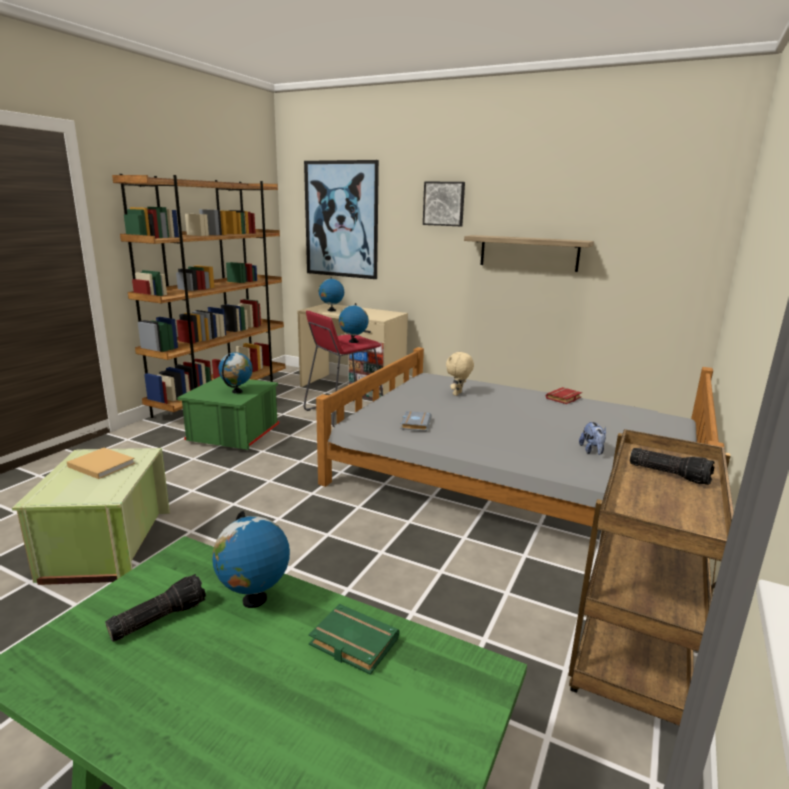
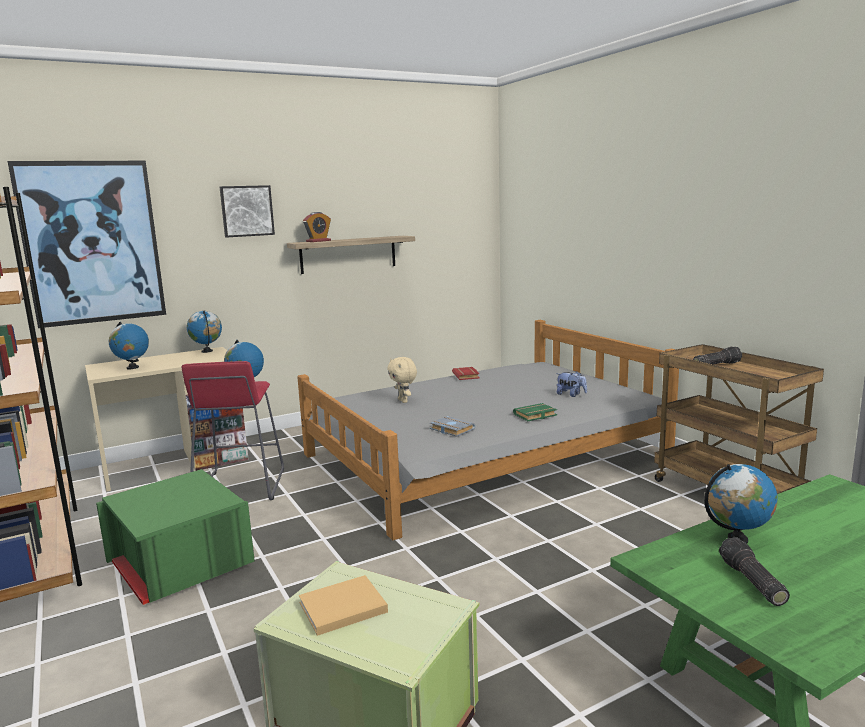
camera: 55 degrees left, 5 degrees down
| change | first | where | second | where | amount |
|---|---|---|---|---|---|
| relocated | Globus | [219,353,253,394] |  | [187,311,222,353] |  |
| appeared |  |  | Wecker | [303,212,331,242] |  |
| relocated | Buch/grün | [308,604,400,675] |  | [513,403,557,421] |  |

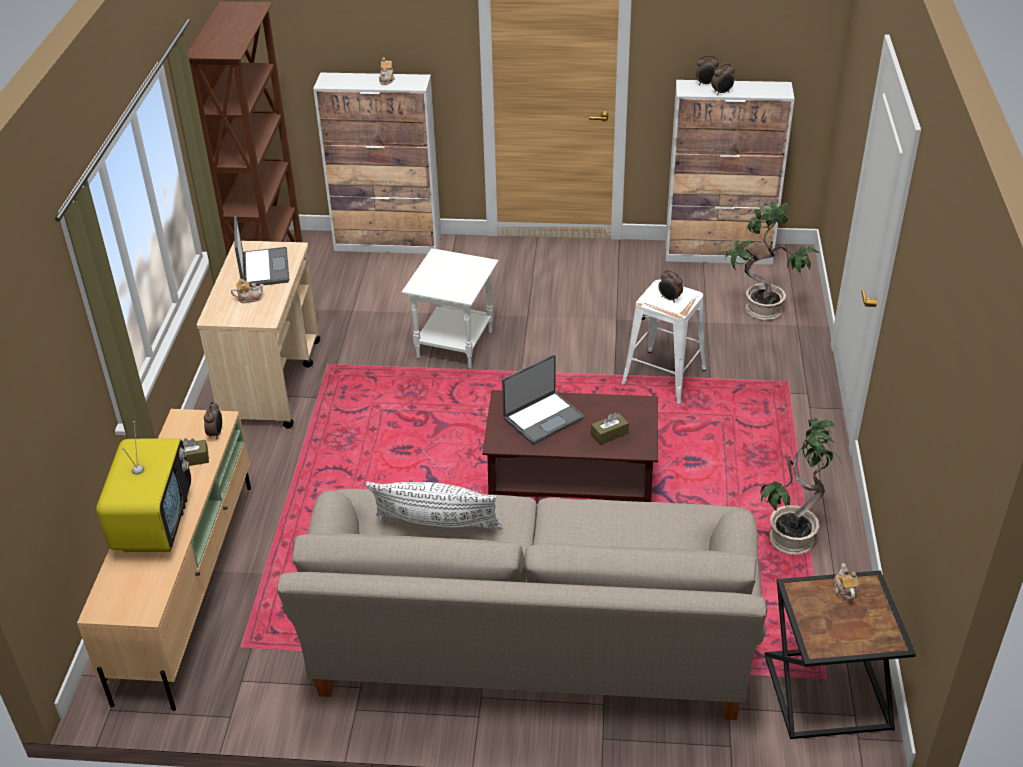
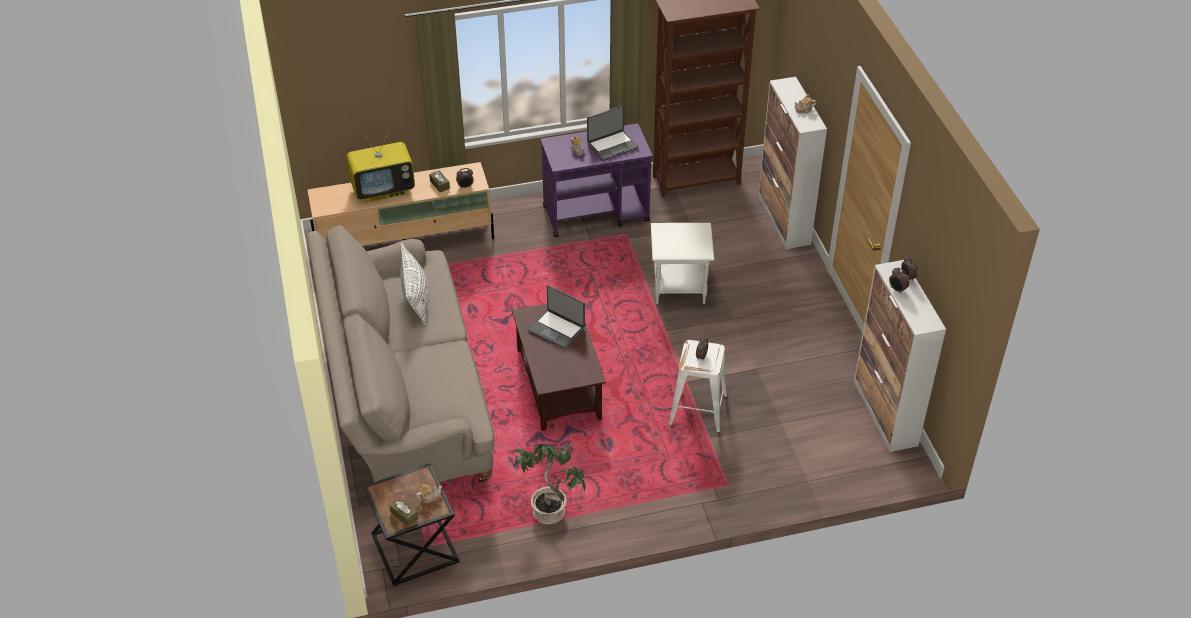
camera: 70 degrees right, 5 degrees up
| change | first | where | second | where | amount |
|---|---|---|---|---|---|
| relocated | Taschentuchbox/braun | [591,413,629,445] |  | [389,497,419,526] |  |
| colour | Rollwagen/beige | [197,241,320,428] | Rollwagen/lila | [541,124,653,237] |  |
| missing | Topfpflanze | [725,202,819,321] |  |  |  |

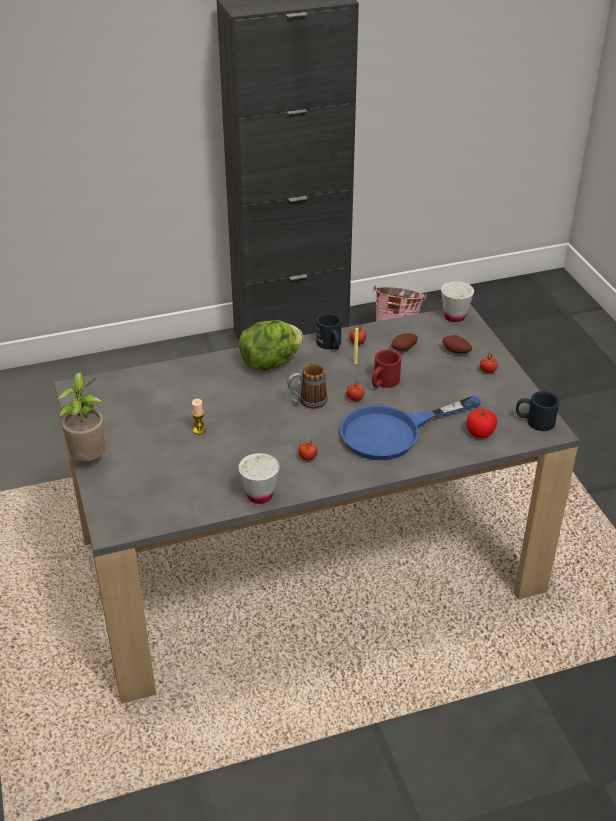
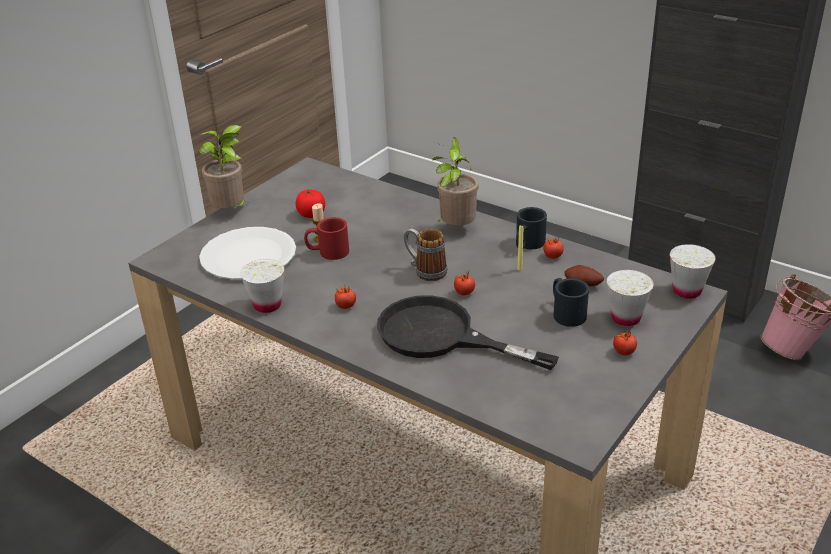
camera: 55 degrees right, 5 degrees down
| change | first | where | second | where | amount |
|---|---|---|---|---|---|
| appeared |  |  | Teller/weiß | [199,227,296,280] |  |
| relocated | Tomate | [466,409,497,438] |  | [295,190,325,218] |  |
| relocated | Henkelbecher/rot | [372,349,402,388] |  | [304,217,349,260] |  |
| colour | Pfanne/blau | [340,396,481,460] | Pfanne/schwarz | [377,295,559,370] |  |
| exchanged | Salatkopf | [239,320,304,371] | Topfpflanze | [432,137,478,226] |  |
| relocated | Henkelbecher/schwarz | [516,391,560,431] |  | [553,278,589,327] |  |
| exchanged | Kartoffel | [443,335,472,354] | Tasse/weiß | [607,270,654,326] |  |

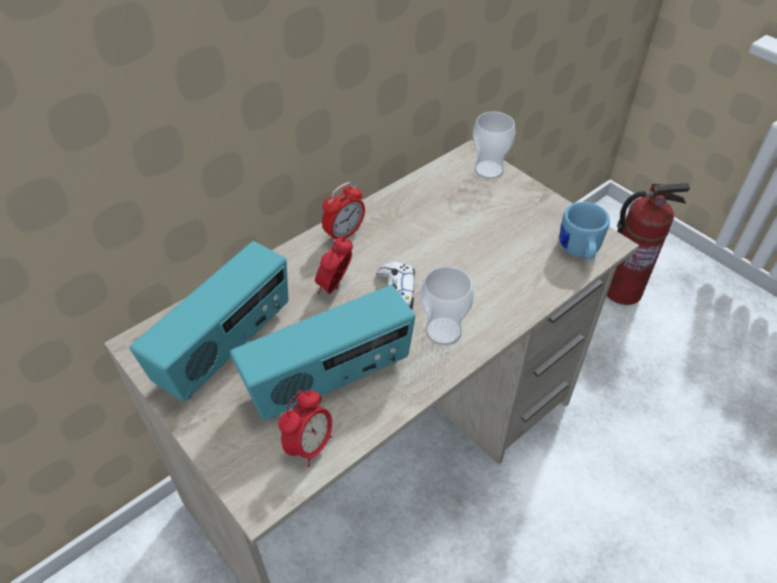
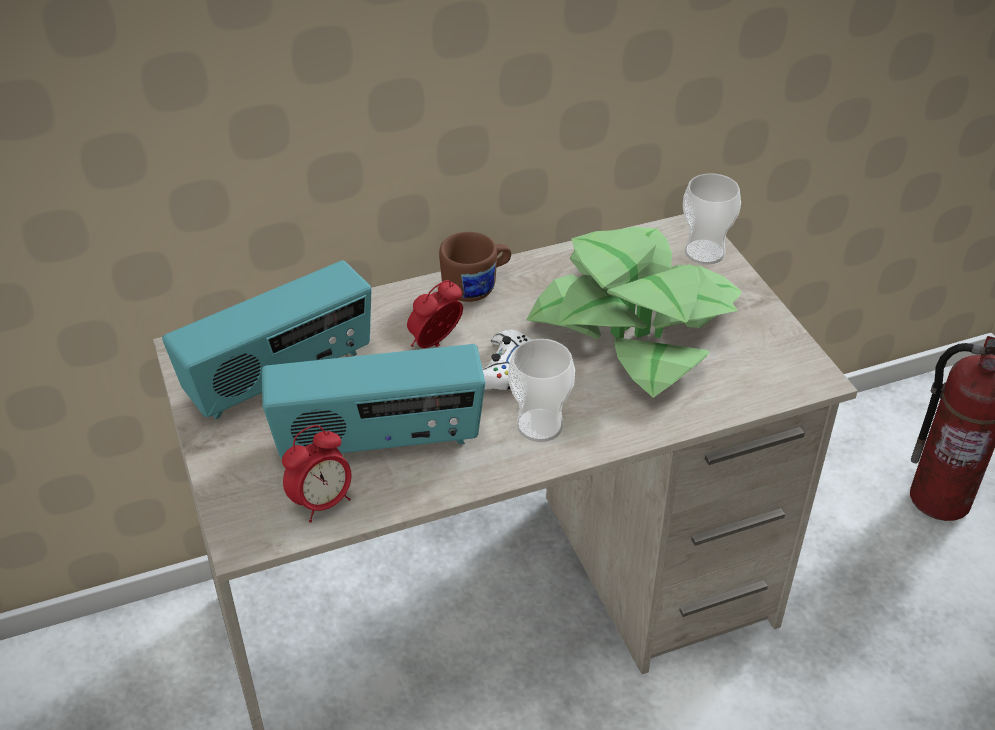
camera: 20 degrees right, 5 degrees down
| change | first | where | second | where | amount |
|---|---|---|---|---|---|
| exchanged | Wecker | [322,182,365,240] | Henkelbecher/braun | [439,232,511,302] |  |
| appeared |  |  | Topfpflanze | [526,227,742,398] |  |
| missing | Henkelbecher/blau | [559,202,610,260] |  |  |  |

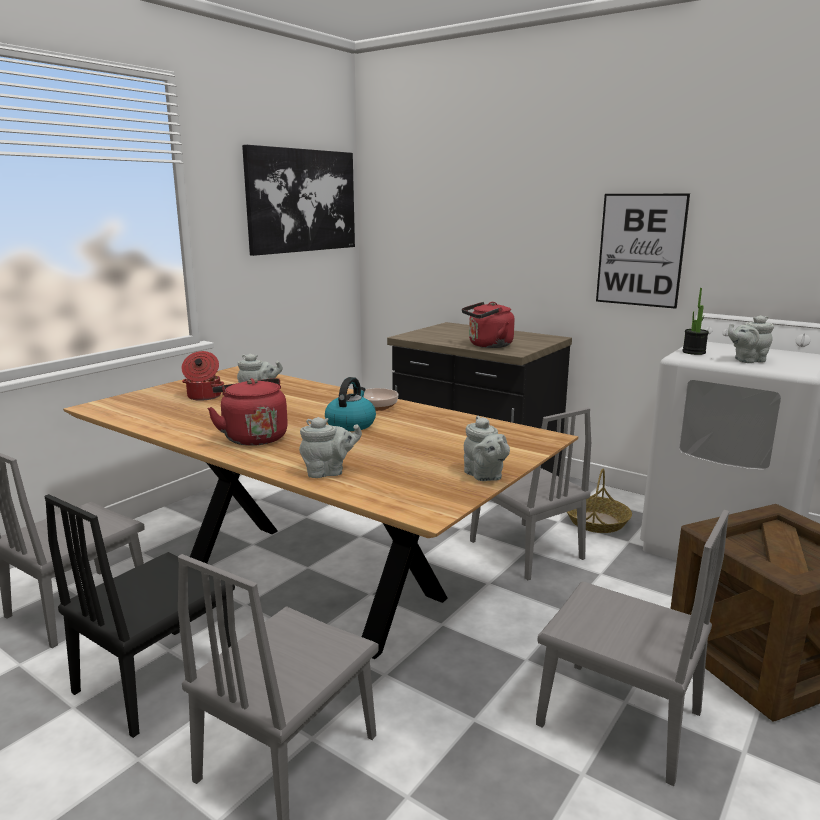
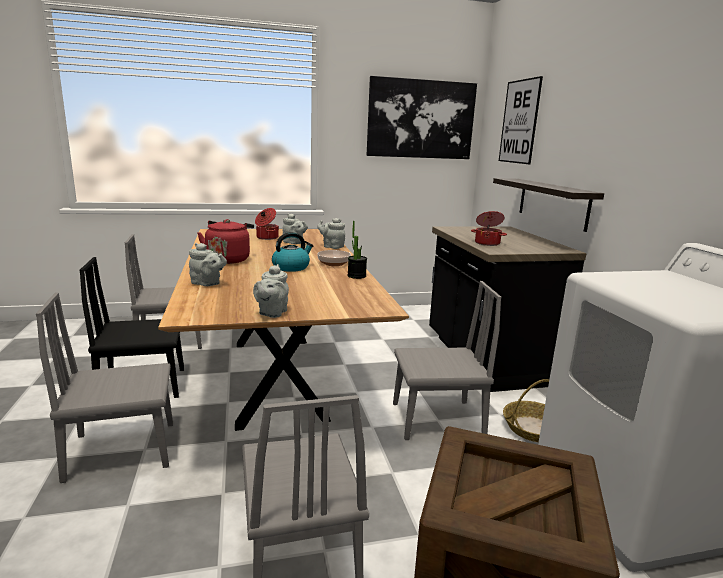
camera: 40 degrees right, 0 degrees up
| change | first | where | second | where | amount |
|---|---|---|---|---|---|
| relocated | Teekanne/grau | [728,315,774,363] |  | [317,218,345,249] |  |
| relocated | Topfpflanze | [682,288,709,355] |  | [348,221,367,279] |  |
| spun | Stuhl/grau | [470,407,591,580] |  | [393,281,501,440] | 105 degrees counterclockwise |
| exchanged | Wasserkessel/rot | [462,302,515,348] | Kochtopf | [471,211,507,246] |  |
| appeared |  |  | Wandregal | [493,178,604,232] |  |
| relocated | Bild | [596,194,690,309] |  | [499,76,543,164] |  |

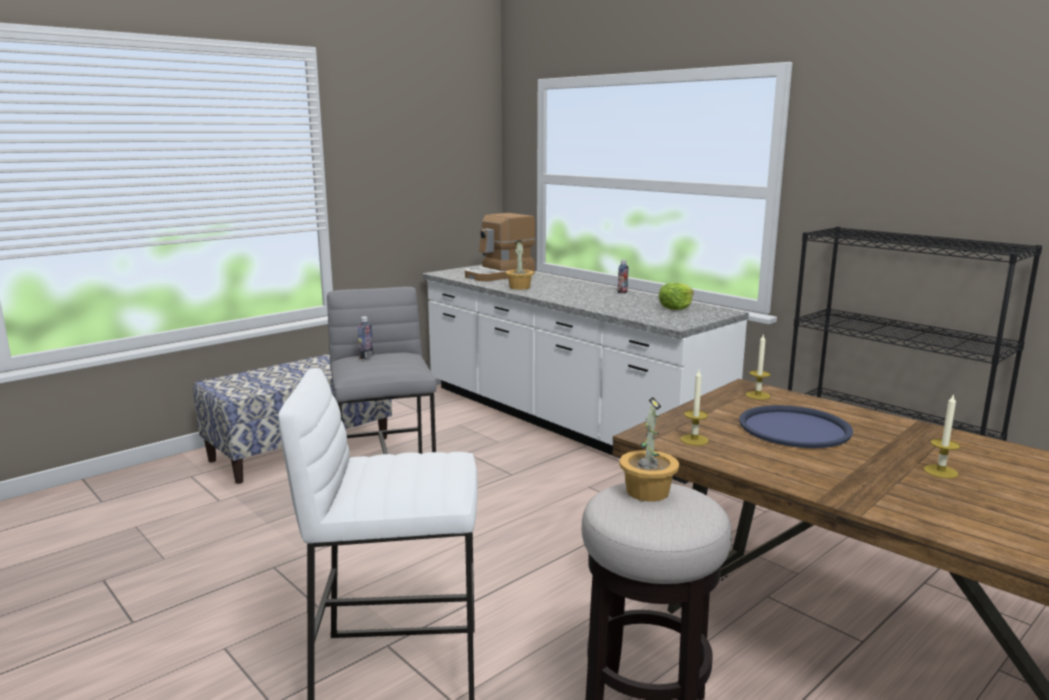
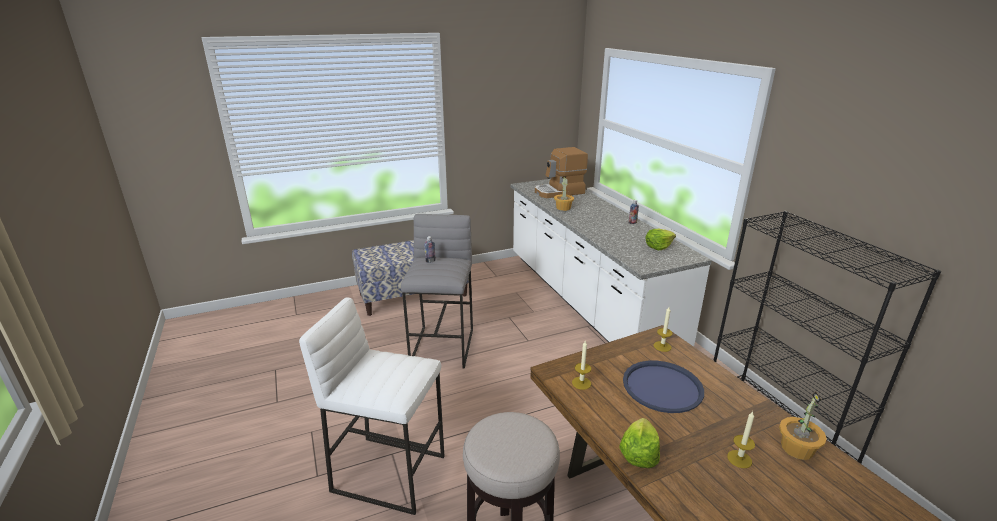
camera: 20 degrees right, 10 degrees up
| change | first | where | second | where | amount |
|---|---|---|---|---|---|
| appeared |  |  | Salatkopf | [619,418,660,468] |  |
| relocated | Topfpflanze | [619,397,679,502] |  | [779,392,827,460] |  |

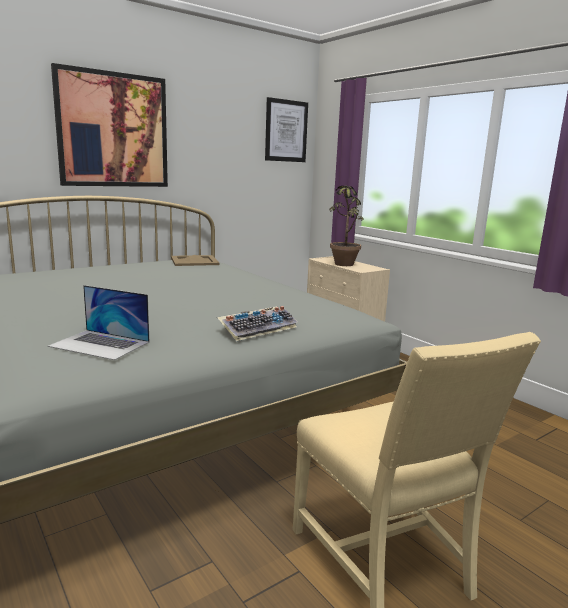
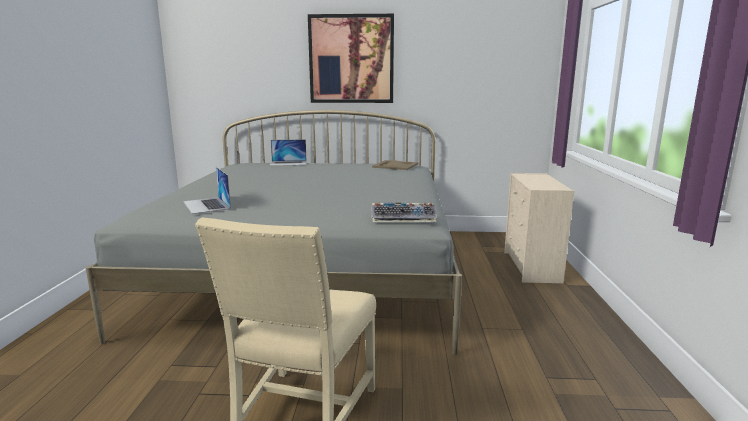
camera: 40 degrees right, 0 degrees up
| change | first | where | second | where | amount |
|---|---|---|---|---|---|
| appeared |  |  | Laptop | [269,139,306,166] |  |
| relocated | Tastatur | [217,306,298,341] |  | [371,202,437,222] |  |
| missing | Bild | [265,97,308,162] |  |  |  |
| missing | Topfpflanze | [330,185,364,266] |  |  |  |

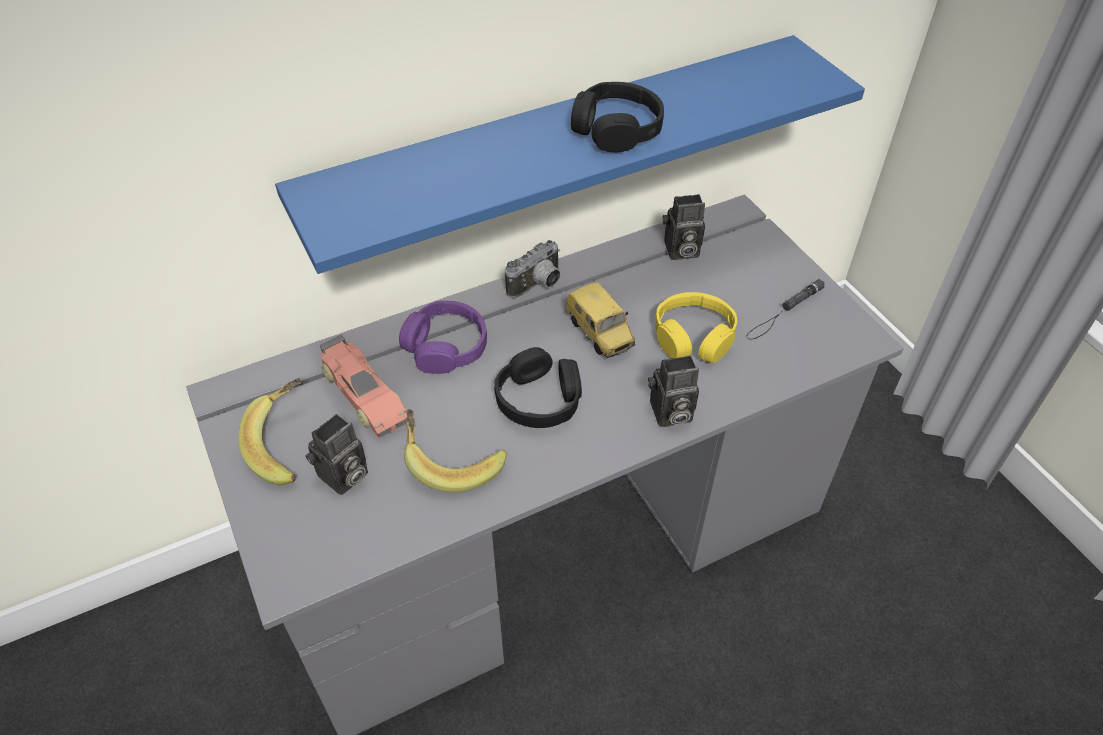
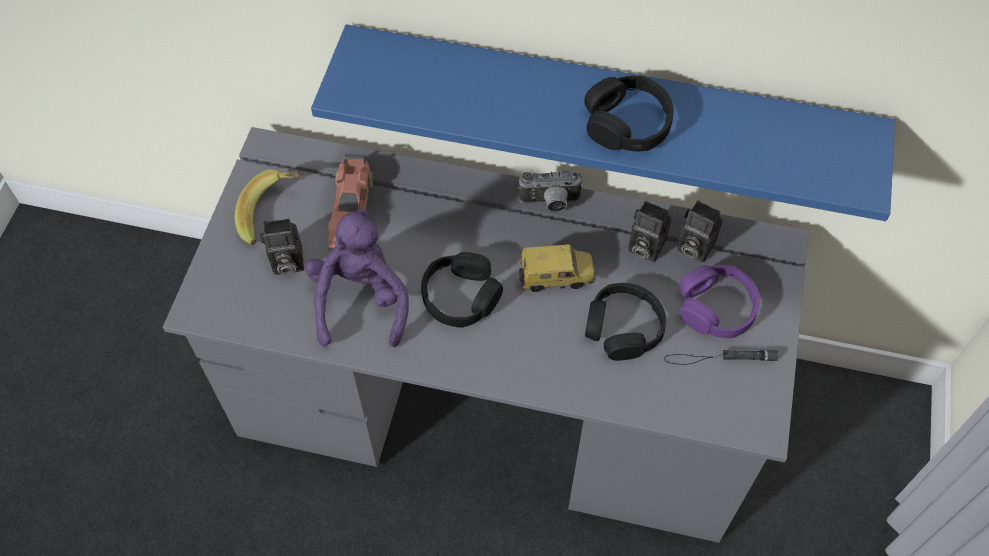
camera: 40 degrees right, 10 degrees up
| change | first | where | second | where | amount |
|---|---|---|---|---|---|
| exchanged | Banane | [404,409,507,493] | Plüschtier/lila | [305,208,409,347] |  |
| spun | Spielzeugauto | [565,282,635,358] |  | [519,243,595,292] | 105 degrees counterclockwise |
| colour | Kopfhörer/gelb | [655,292,737,363] | Kopfhörer/schwarz | [585,283,666,361] |  |
| relocated | Kamera | [648,355,699,427] |  | [628,201,671,262] |  |
| relocated | Kopfhörer/lila | [399,300,487,374] |  | [679,265,760,338] |  |

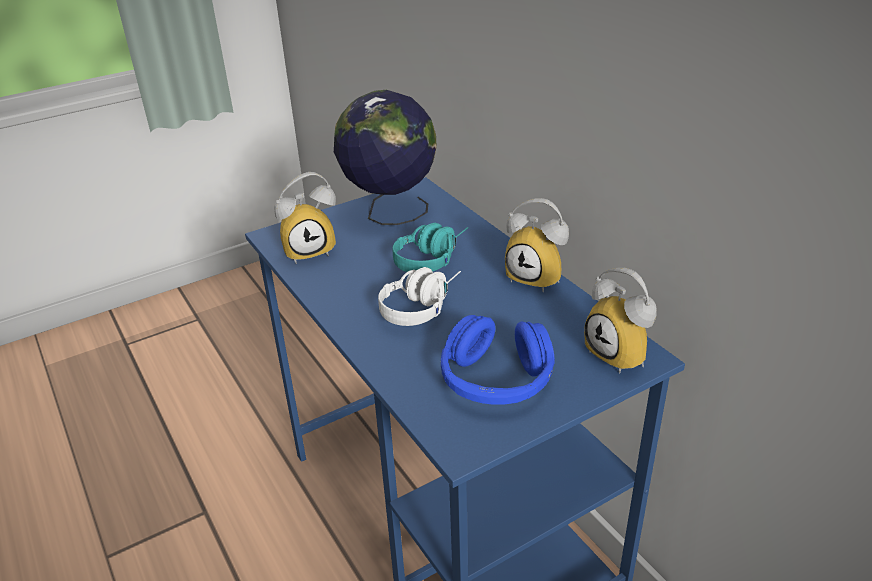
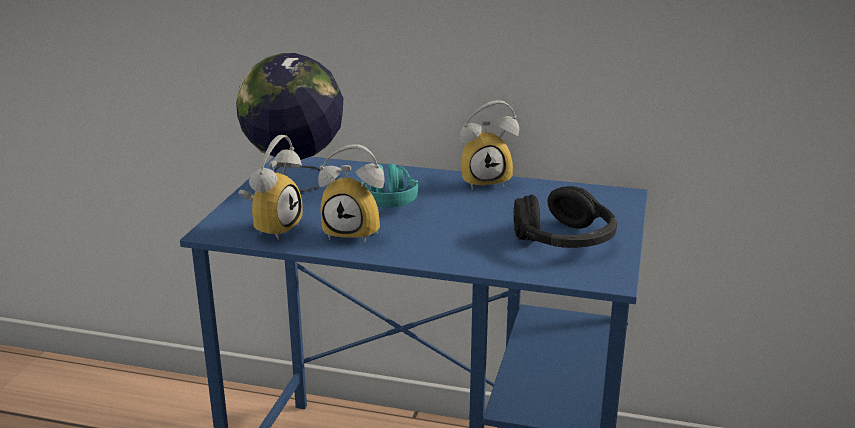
camera: 45 degrees left, 10 degrees down
| change | first | where | second | where | amount |
|---|---|---|---|---|---|
| relocated | Wecker | [584,267,657,373] |  | [318,144,385,243] |  |
| colour | Kopfhörer/blau | [441,315,555,405] | Kopfhörer/schwarz | [513,186,617,248] |  |
| missing | Kopfhörer/weiß | [378,267,461,326] |  |  |  |

